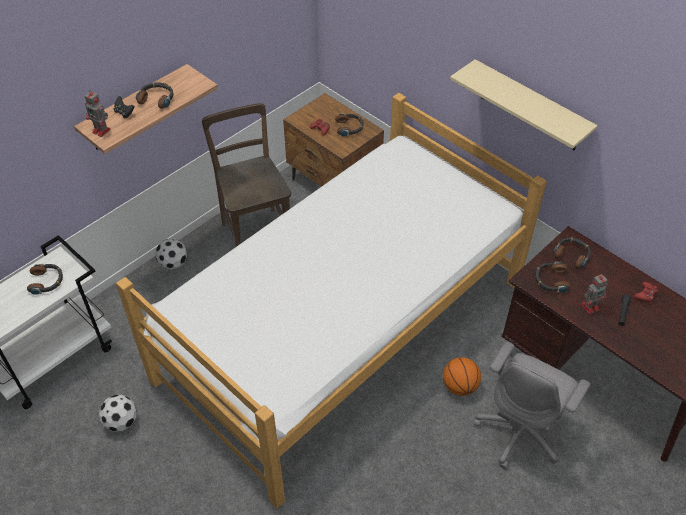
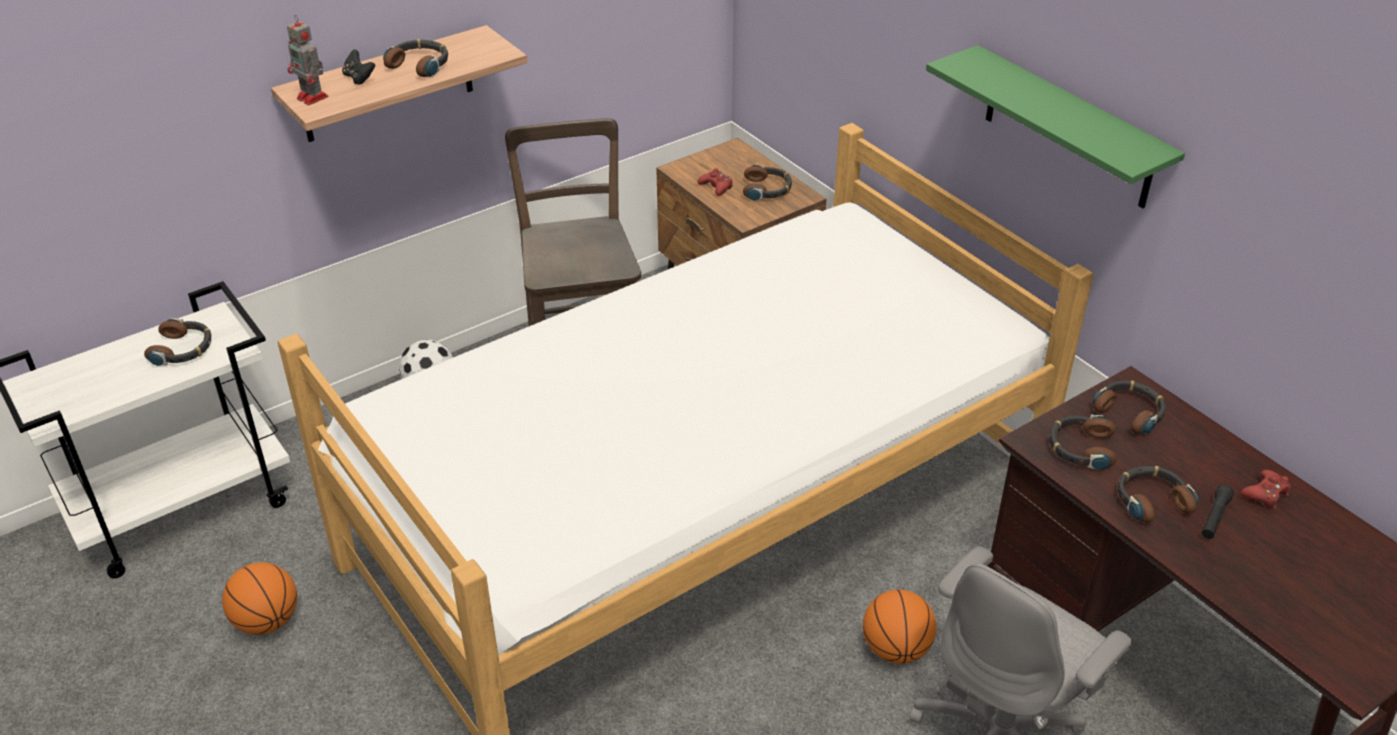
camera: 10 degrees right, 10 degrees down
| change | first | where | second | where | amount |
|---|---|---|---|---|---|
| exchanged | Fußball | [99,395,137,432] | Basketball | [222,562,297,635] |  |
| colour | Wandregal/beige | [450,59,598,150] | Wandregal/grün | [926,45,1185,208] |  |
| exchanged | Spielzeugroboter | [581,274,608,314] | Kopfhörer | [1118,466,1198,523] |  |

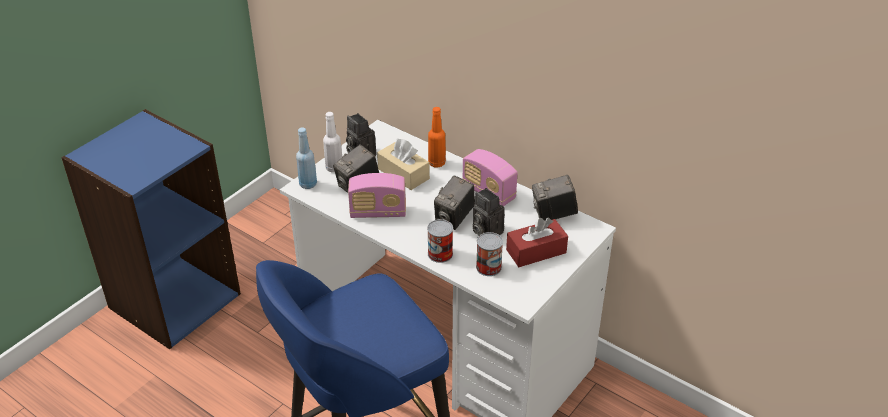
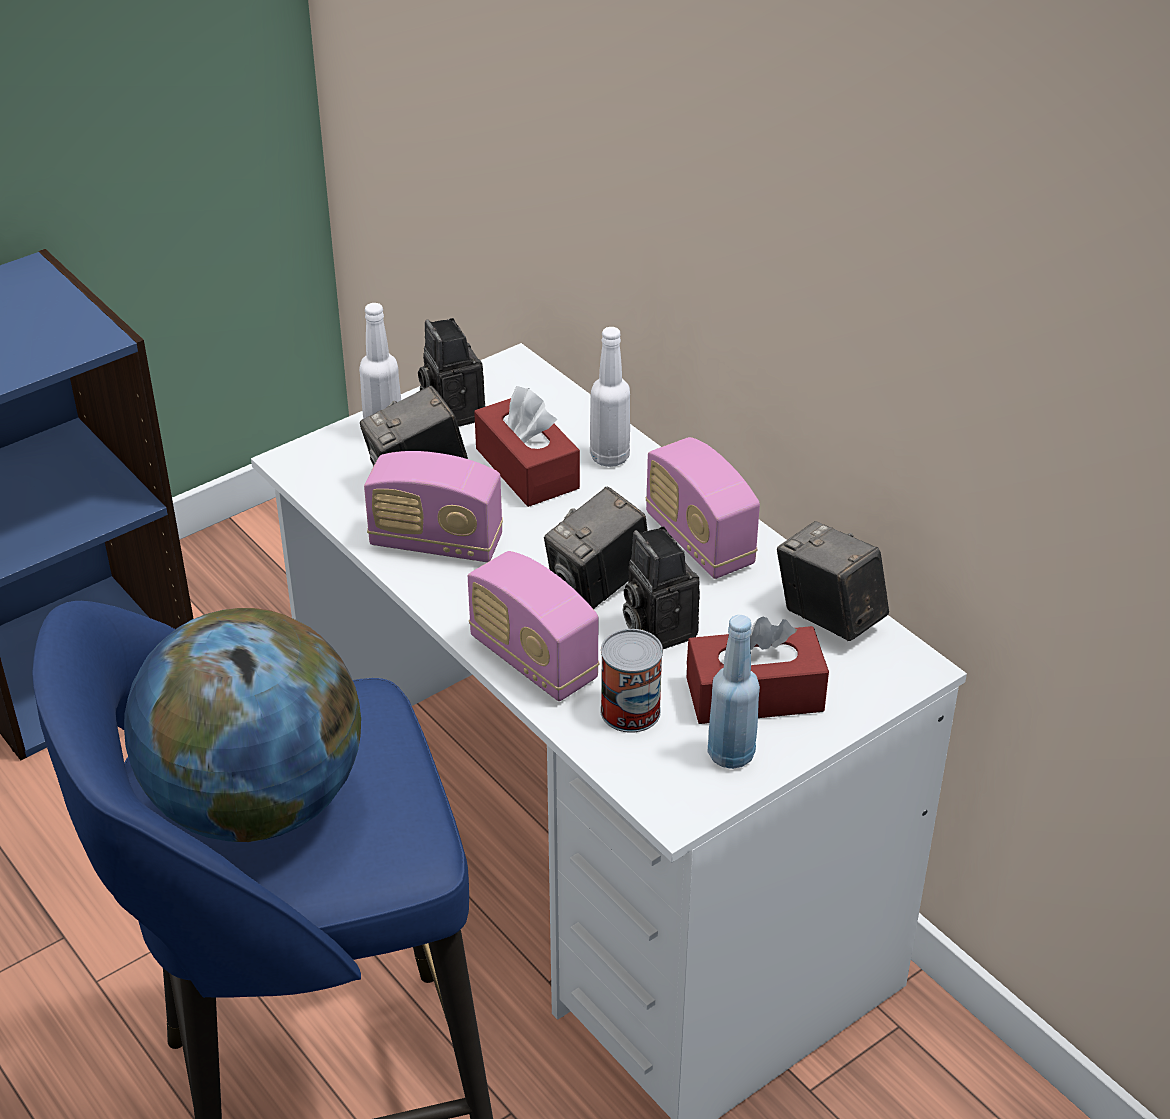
camera: 15 degrees right, 0 degrees up
| change | first | where | second | where | amount |
|---|---|---|---|---|---|
| appeared |  |  | Globus | [124,608,361,842] |  |
| exchanged | Dose | [427,219,453,263] | Radio | [468,551,599,701] |  |
| colour | Taschentuchbox/beige | [377,139,430,190] | Taschentuchbox/rot | [474,386,580,507] |  |
| colour | Flasche/orange | [428,107,446,167] | Flasche/weiß | [590,327,630,467] |  |
| relocated | Flasche/blau | [296,127,317,189] |  | [707,615,760,769] |  |
| spun | Kamera | [532,175,578,221] |  | [777,521,889,641] | 45 degrees clockwise |

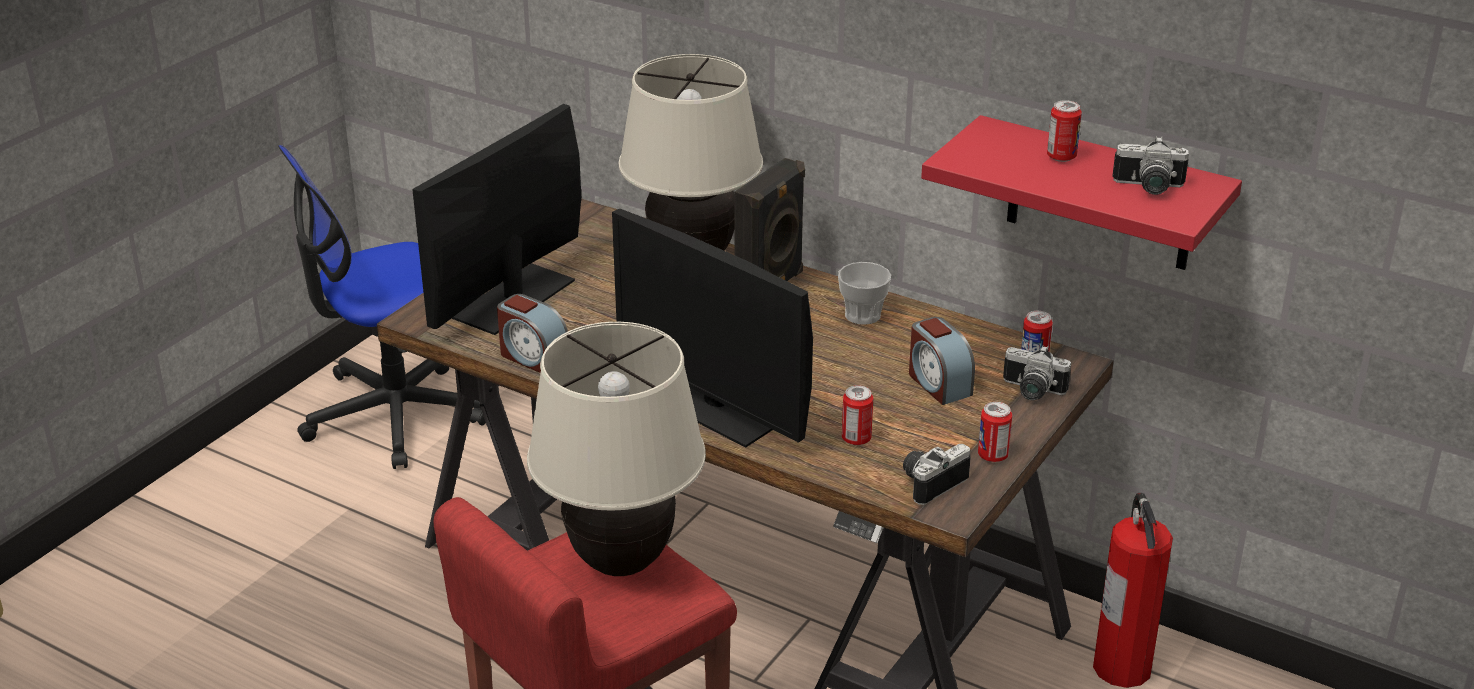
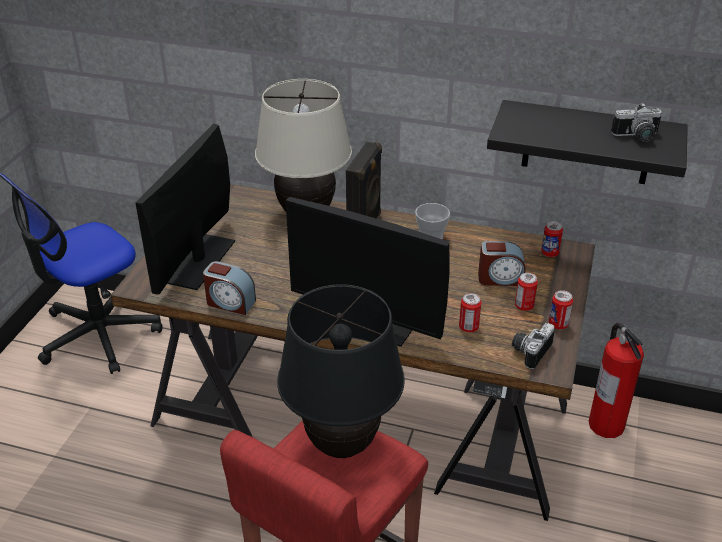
camera: 15 degrees left, 5 degrees up
| change | first | where | second | where | amount |
|---|---|---|---|---|---|
| colour | Tischlampe/beige | [527,322,706,576] | Tischlampe/schwarz | [277,284,405,458] |  |
| spun | Wecker | [909,317,975,405] |  | [478,241,526,286] | 45 degrees counterclockwise |
| colour | Wandregal/rot | [921,115,1242,270] | Wandregal/schwarz | [487,100,688,184] |  |
| relocated | Dose | [1047,100,1082,162] |  | [515,273,538,311] |  |
| missing | Kamera | [1003,345,1071,400] |  |  |  |

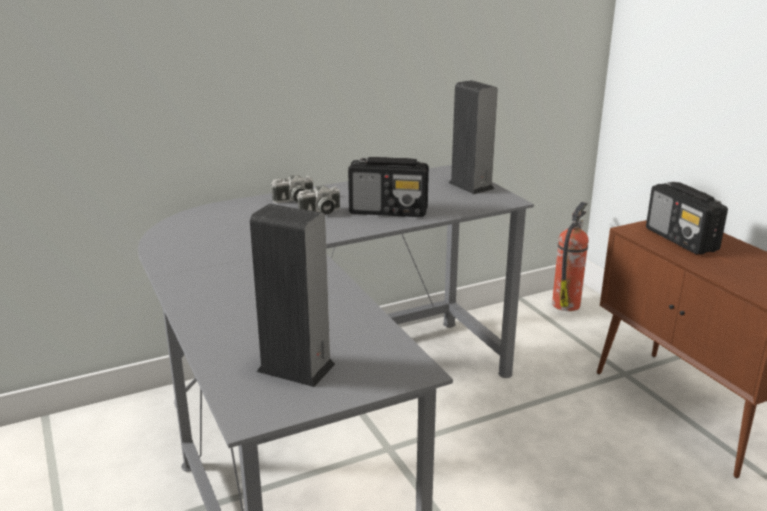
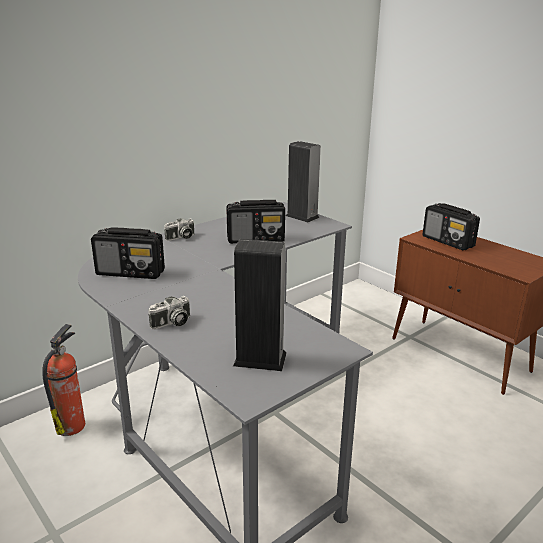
camera: 15 degrees left, 0 degrees up
| change | first | where | second | where | amount |
|---|---|---|---|---|---|
| relocated | Feuerlöscher | [552,202,589,311] |  | [42,324,85,436] |  |
| appeared |  |  | Radio | [91,227,165,279] |  |
| relocated | Kamera | [297,186,340,214] |  | [148,296,190,329] |  |

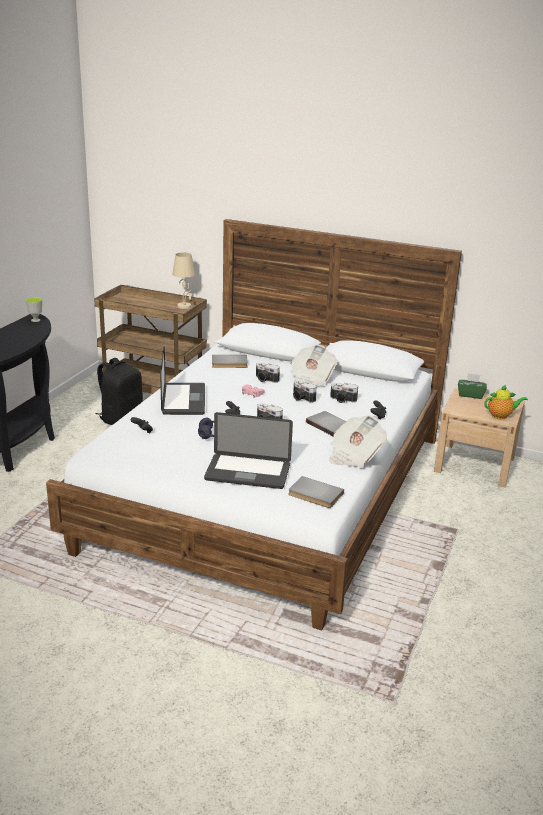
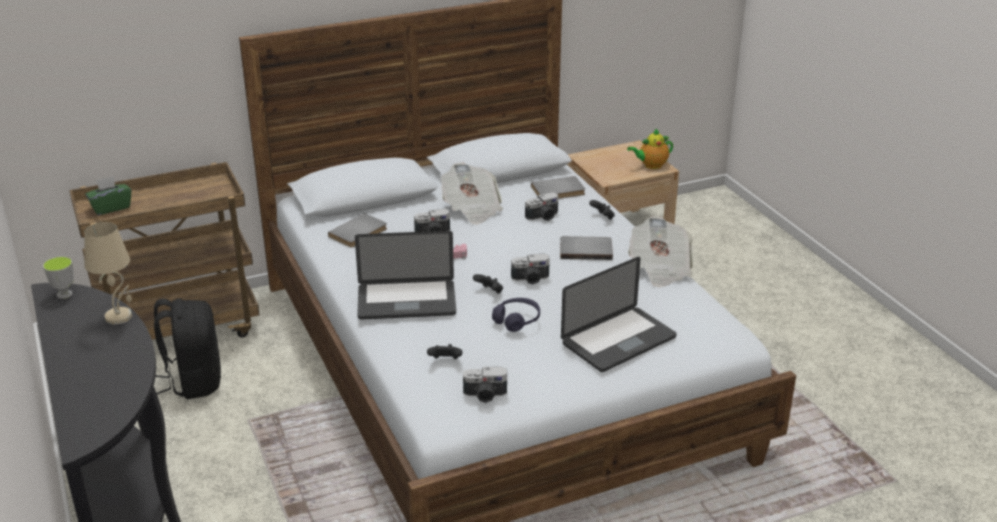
camera: 45 degrees left, 5 degrees up
| change | first | where | second | where | amount |
|---|---|---|---|---|---|
| relocated | Tischlampe/beige | [172,252,195,309] |  | [84,222,132,324] |  |
| relocated | Taschentuchbox/grün | [458,373,487,399] |  | [85,176,132,215] |  |
| spun | Laptop | [160,346,205,415] |  | [355,231,456,320] | 135 degrees clockwise |
| relocated | Kamera | [293,380,317,403] |  | [463,367,507,403] |  |
| relocated | Buch/grau | [288,476,344,508] |  | [531,176,585,199] |  |
| spun | Teekanne | [484,385,528,420] |  | [627,128,673,169] | 150 degrees counterclockwise |

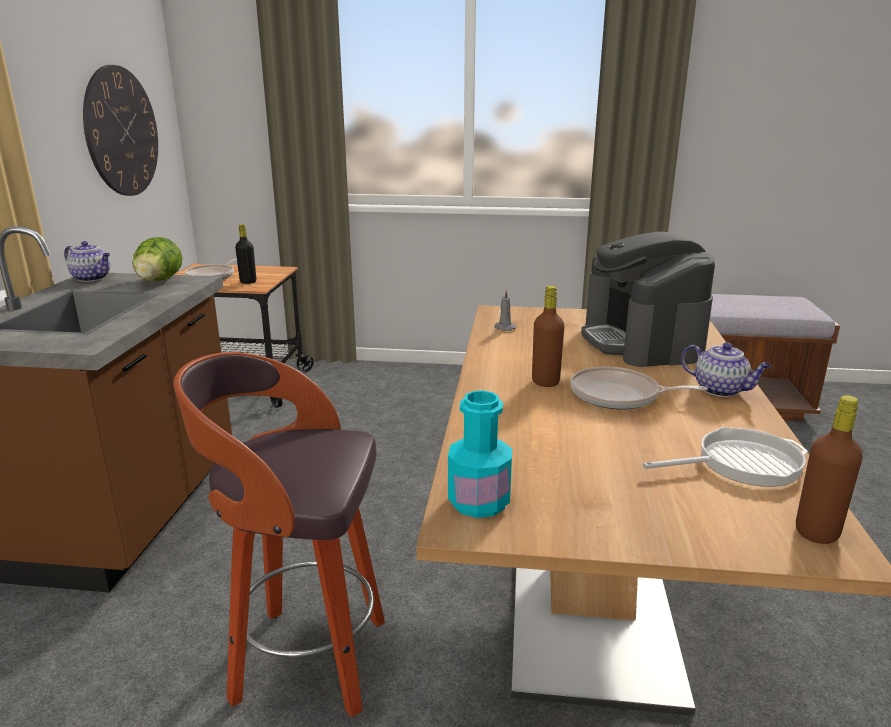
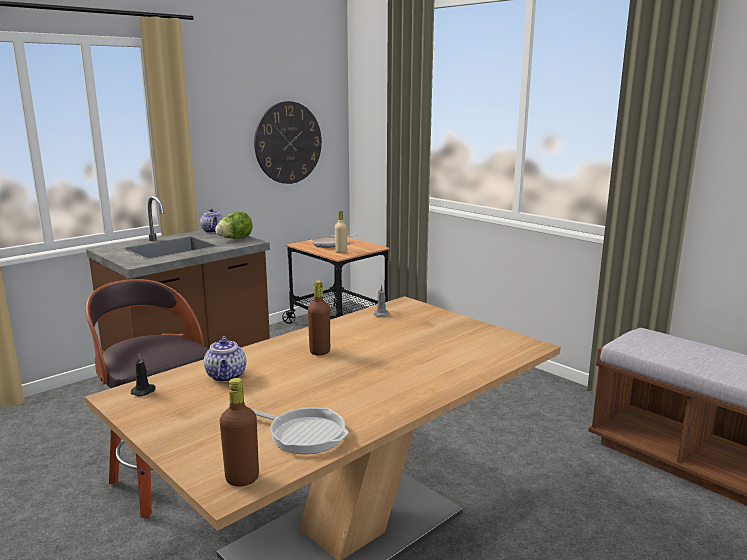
camera: 40 degrees right, 5 degrees down
| change | first | where | second | where | amount |
|---|---|---|---|---|---|
| exchanged | Flasche/türkis | [448,390,512,518] | Kerze/schwarz | [131,354,156,397] |  |
| relocated | Teekanne | [681,342,771,397] |  | [204,336,246,382] |  |
| colour | Flasche/schwarz | [235,224,256,284] | Flasche/beige | [335,211,347,253] |  |
| missing | Pfanne | [570,367,708,410] |  |  |  |
| missing | Kaffeemaschine | [581,232,715,367] |  |  |  |

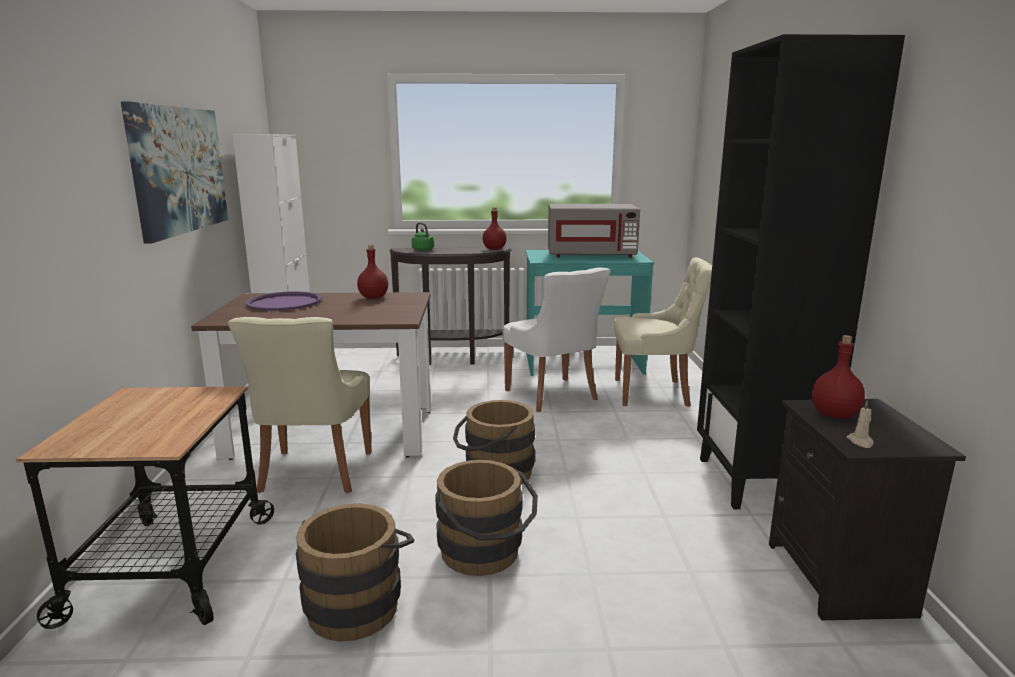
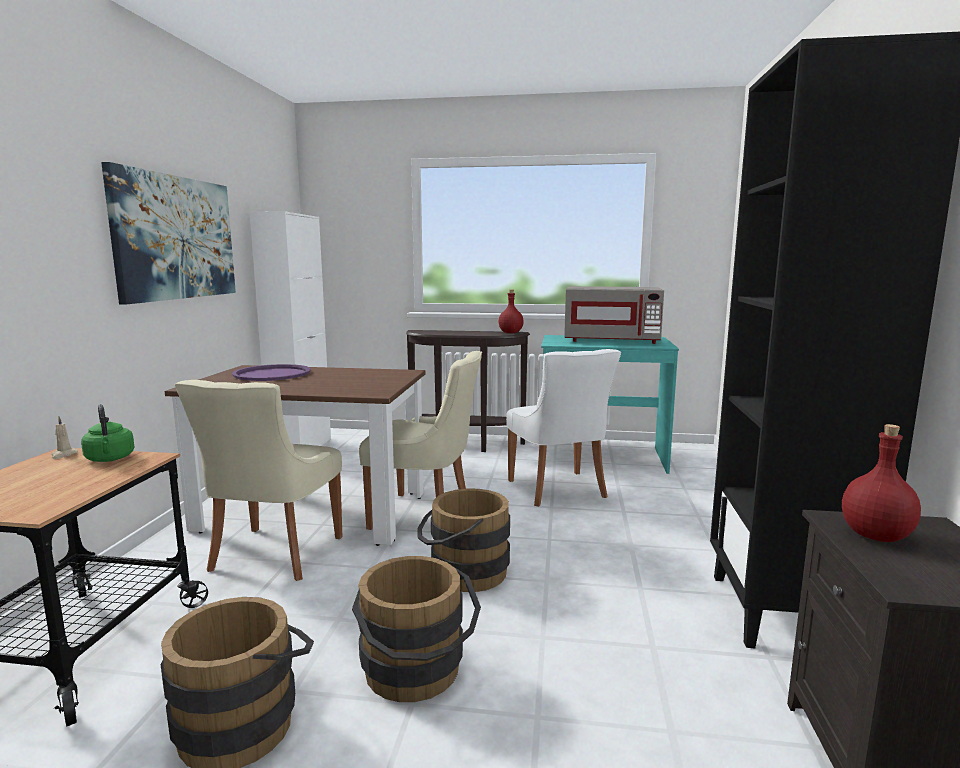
camera: 10 degrees right, 5 degrees down
| change | first | where | second | where | amount |
|---|---|---|---|---|---|
| relocated | Kerze/beige | [846,400,874,448] |  | [52,416,78,459] |  |
| relocated | Wasserkessel/grün | [412,223,434,251] |  | [81,404,134,462] |  |
| relocated | Stuhl/beige | [614,257,712,407] |  | [359,351,482,530] |  |
| missing | Flasche/rot | [357,245,388,299] |  |  |  |

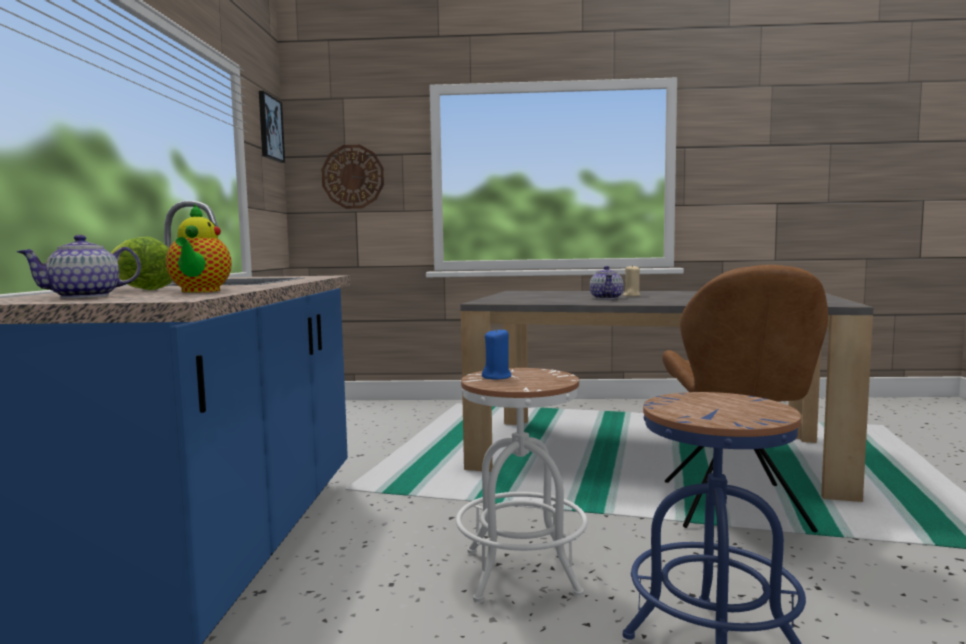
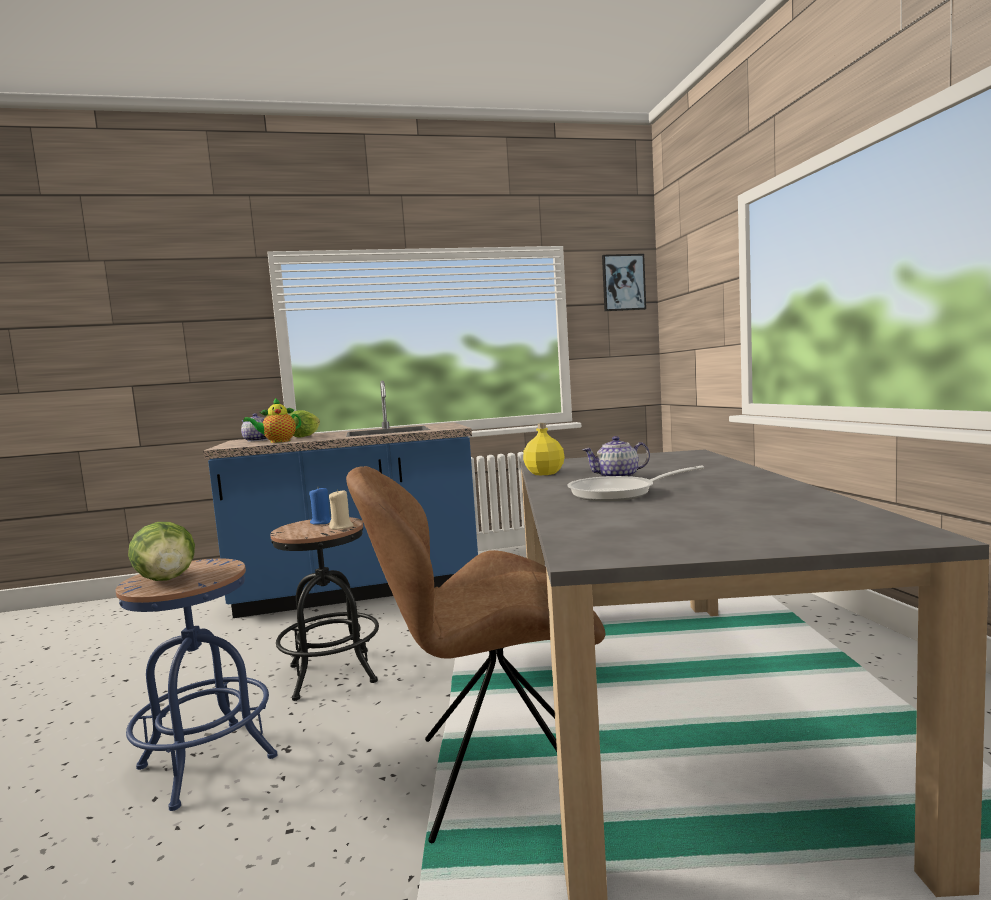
camera: 75 degrees right, 0 degrees up
| change | first | where | second | where | amount |
|---|---|---|---|---|---|
| appeared |  |  | Salatkopf | [128,522,195,581] |  |
| colour | Hocker/weiß | [456,368,588,603] | Hocker/schwarz | [270,517,379,701] |  |
| relocated | Kerze/beige | [623,265,641,296] |  | [329,489,353,530] |  |
| appeared |  |  | Flasche/gelb | [523,423,565,475] |  |
| appeared |  |  | Pfanne | [568,466,704,501] |  |
| missing | Wanduhr | [321,145,384,209] |  |  |  |

